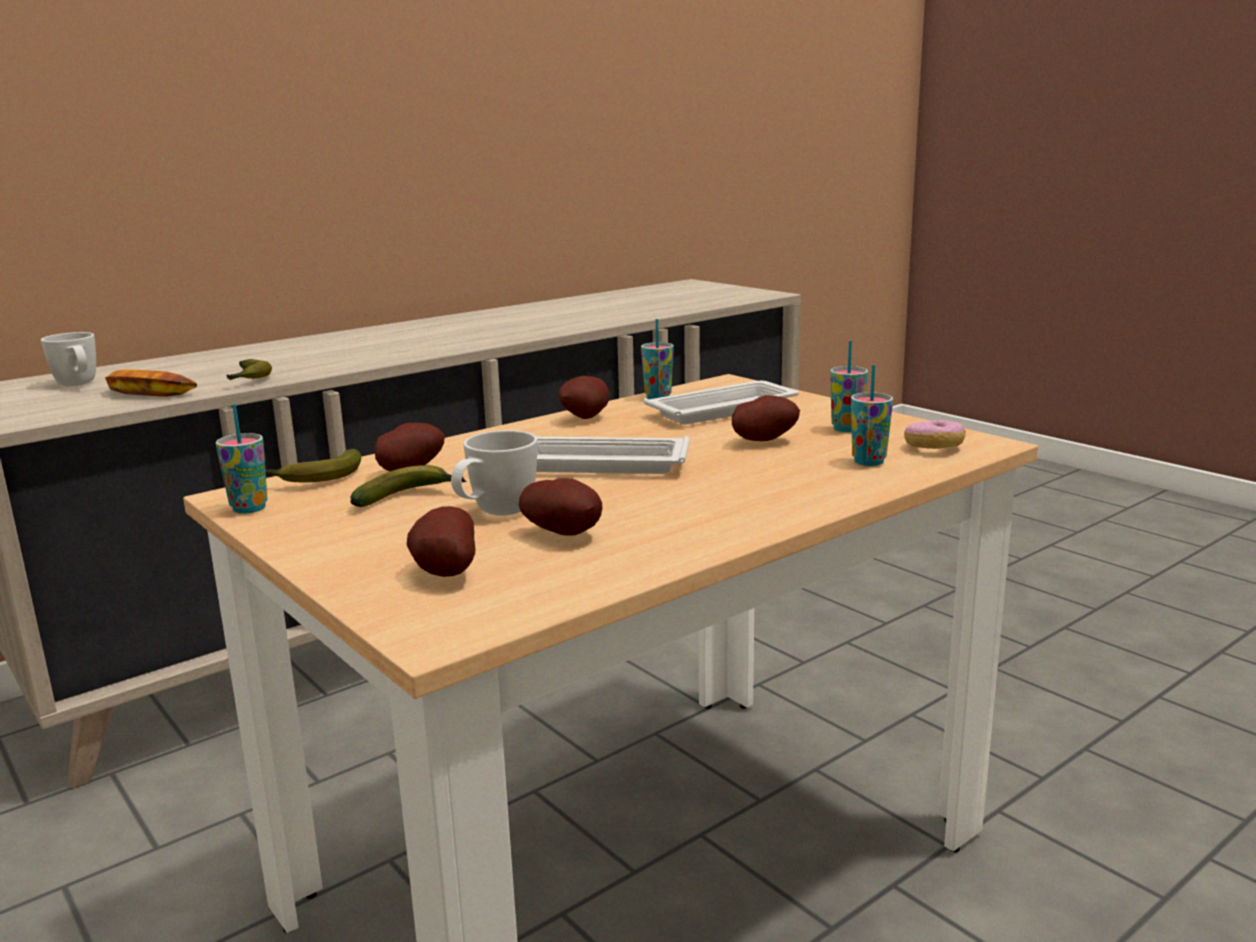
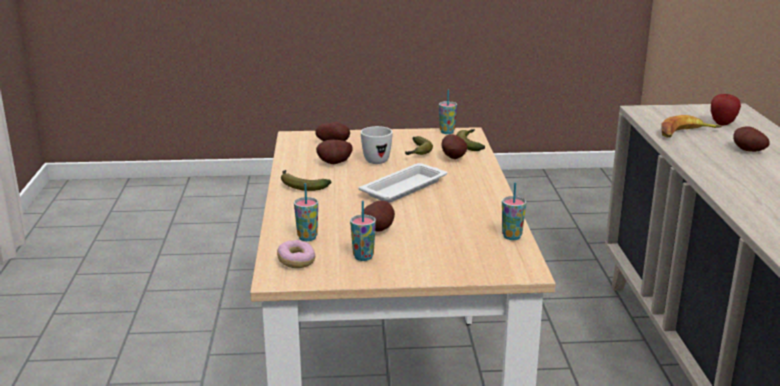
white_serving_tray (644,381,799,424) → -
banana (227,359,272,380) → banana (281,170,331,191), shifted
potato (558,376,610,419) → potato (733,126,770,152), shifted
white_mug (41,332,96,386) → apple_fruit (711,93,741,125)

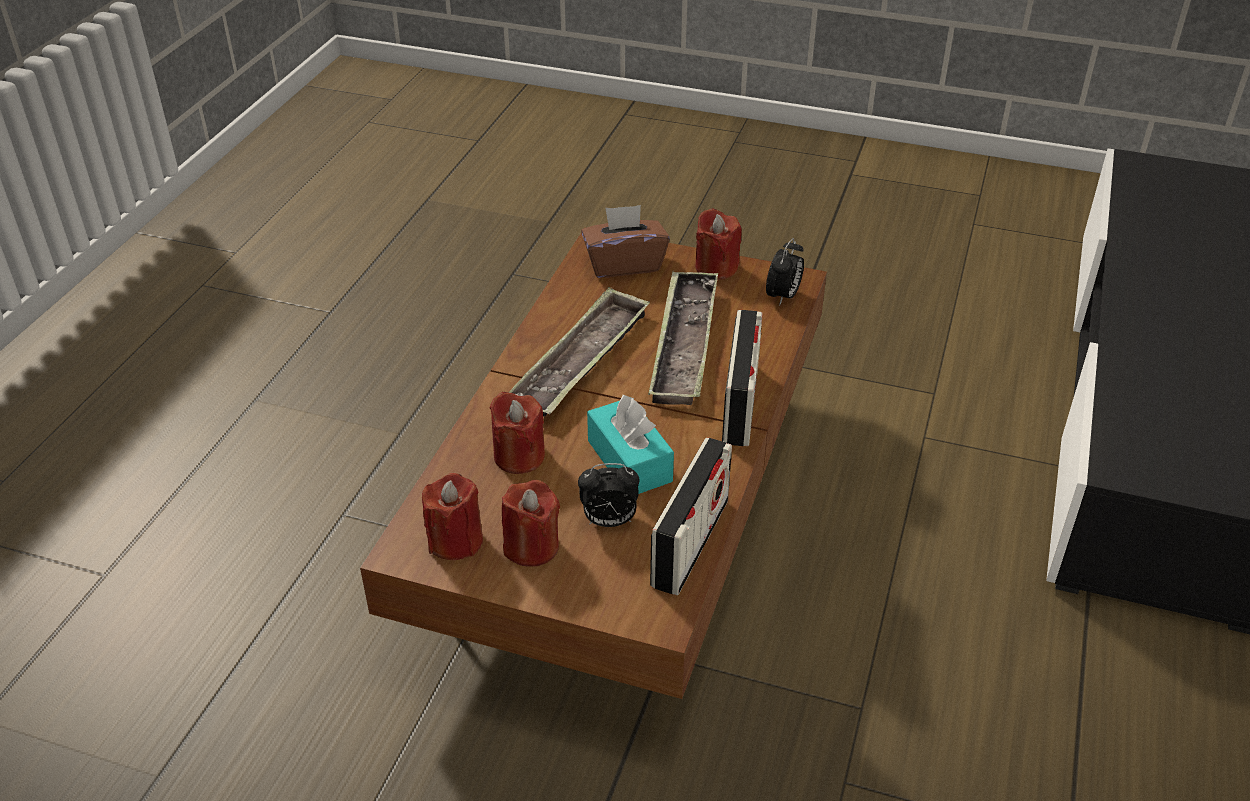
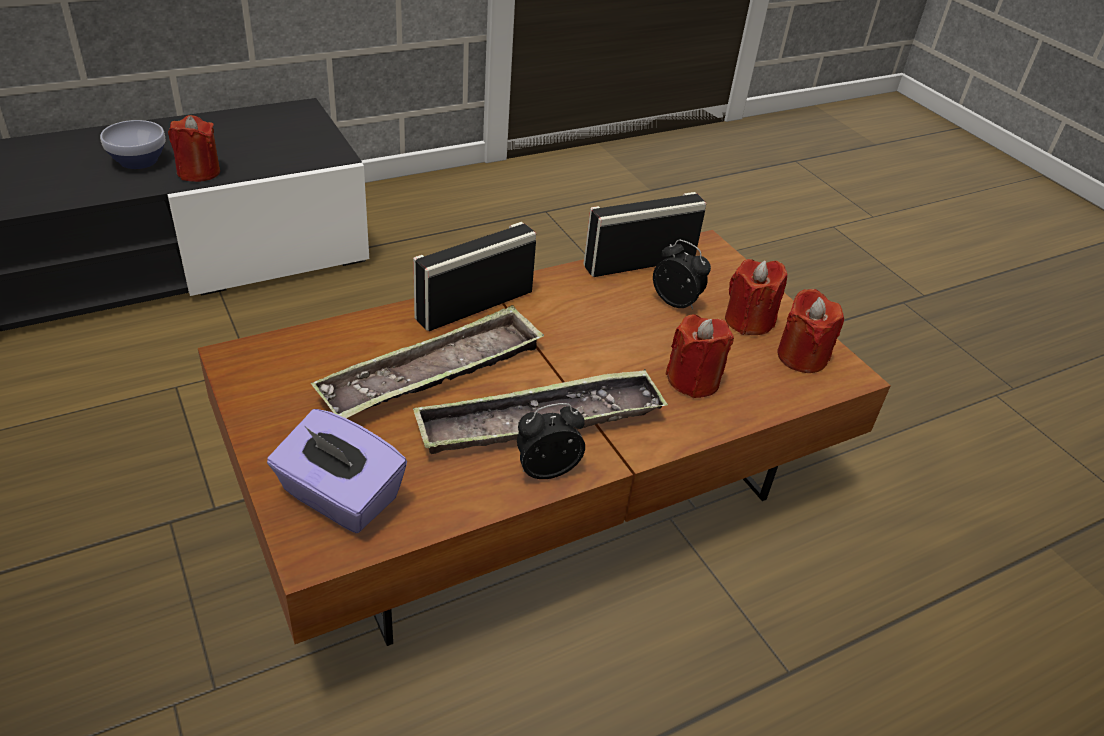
blue-green_box_of_tissues (587,395,674,494) → -
- → deep_dish (100,120,166,169)
red-coloured_wax_light (695,209,742,280) → red-coloured_wax_light (168,115,220,182), shifted
bedside_clock (766,238,804,306) → bedside_clock (517,403,585,479), shifted
brown_box_of_tissues (581,205,670,278) → purplish_box_of_tissues (267,409,407,533)

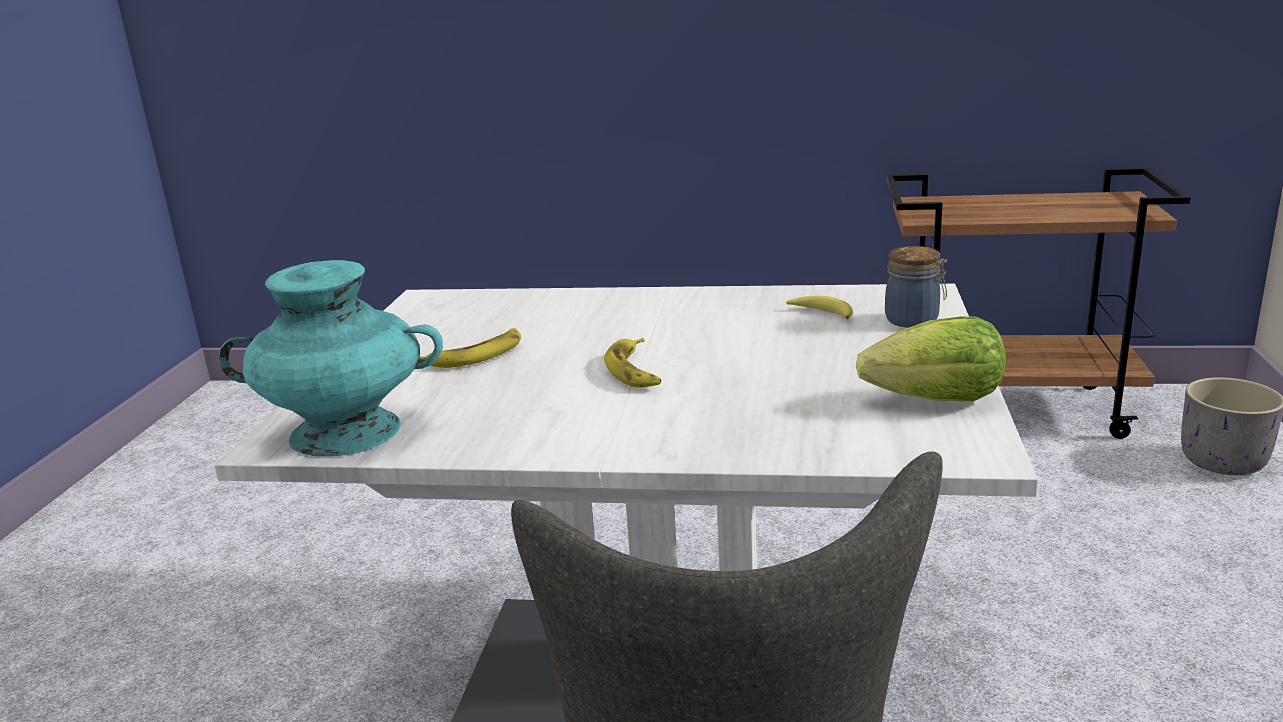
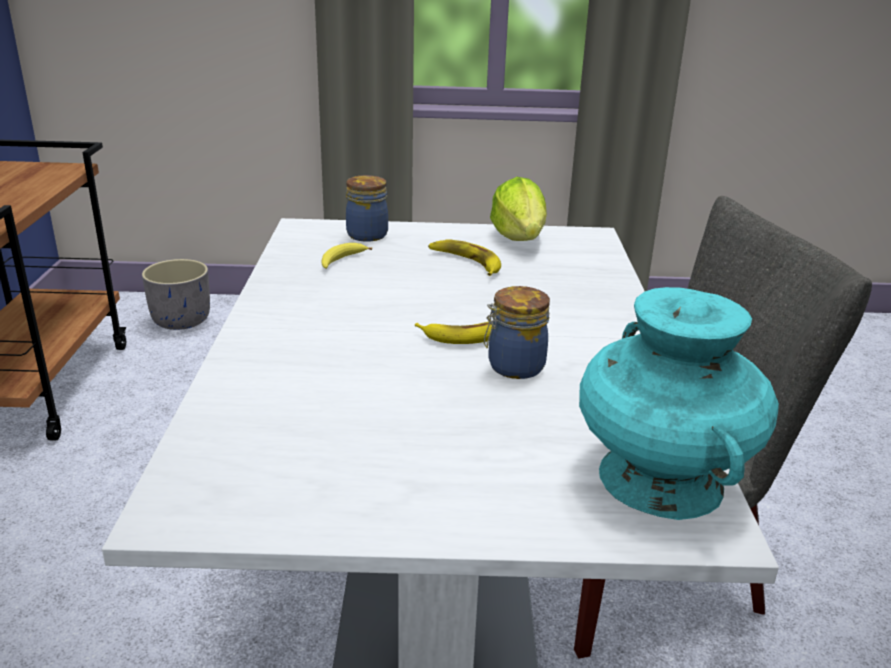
- → storage_jar (484,286,550,379)
banana (419,328,521,368) → banana (428,239,501,276), shifted

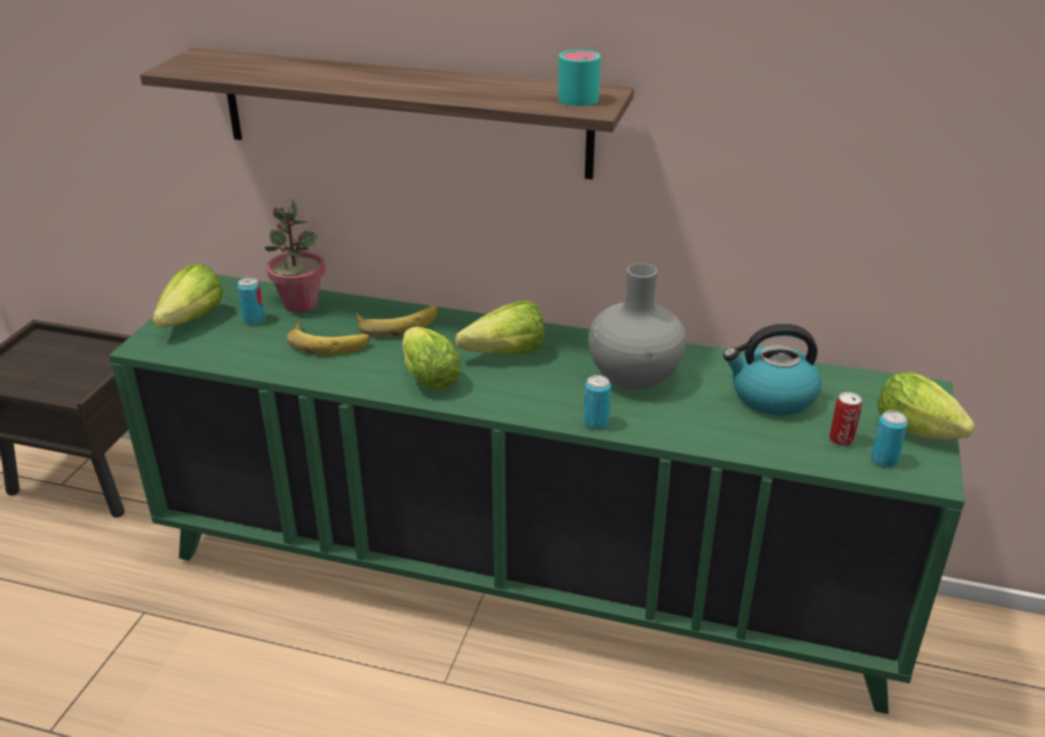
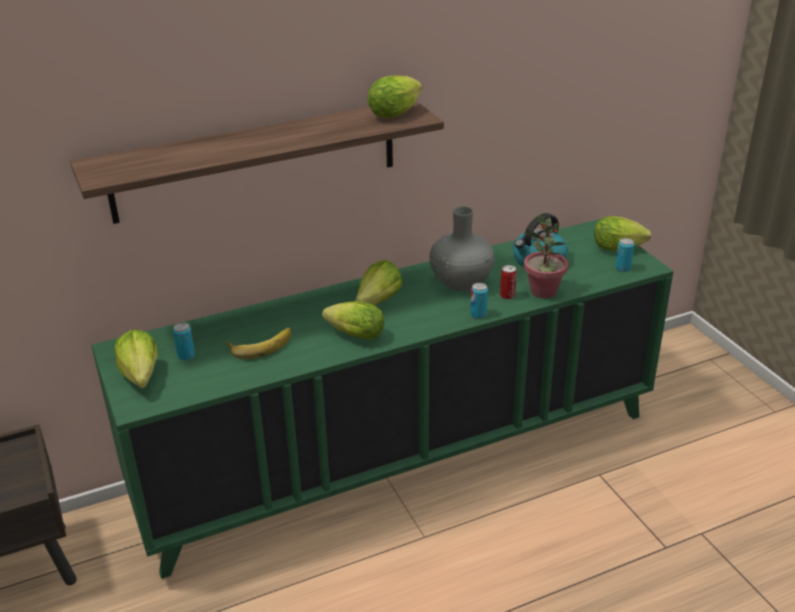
banana (356,305,438,338) → -
plant_in_a_pot (264,199,325,313) → plant_in_a_pot (524,215,568,299), shifted
can (829,392,862,446) → can (500,265,517,300), shifted
blue-green_mug (558,50,601,106) → head_of_lettuce (367,75,422,118)

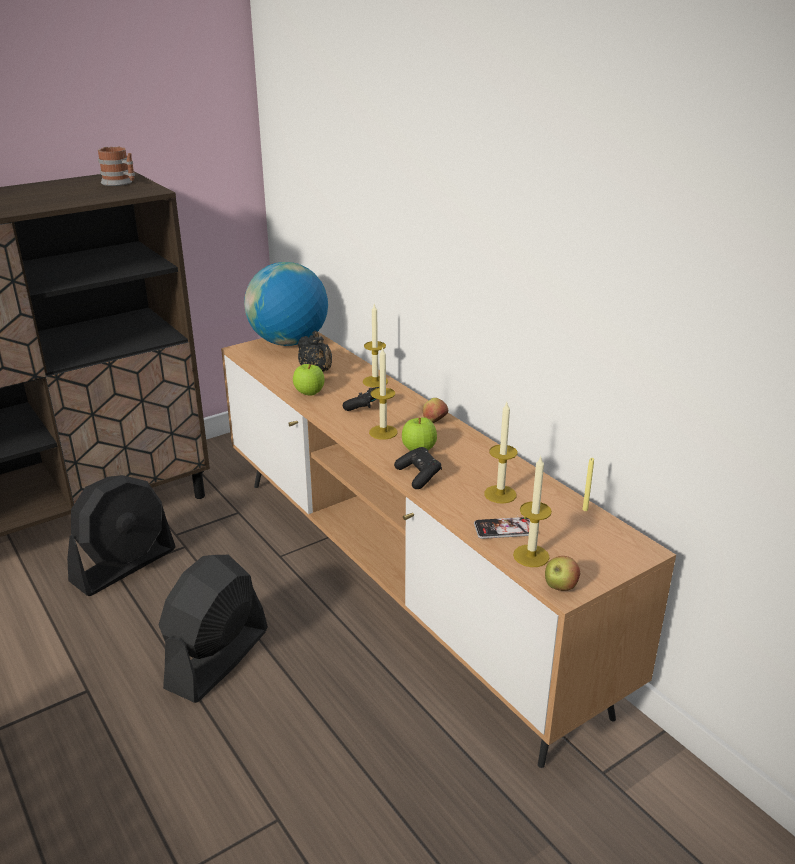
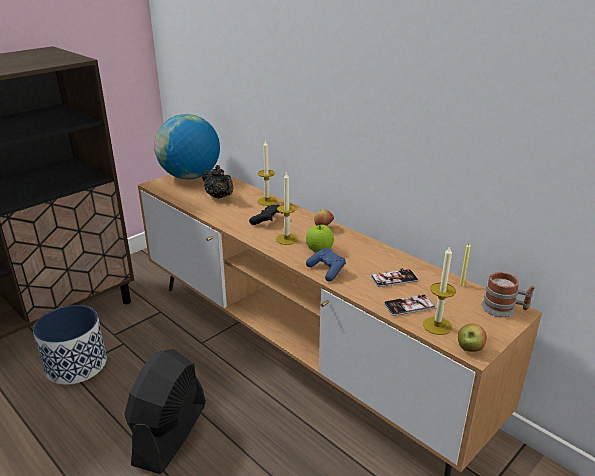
apple_fruit (293,364,325,396) → -
mug (98,146,135,186) → mug (482,272,535,317), shifted
black-coloured_fan (67,475,176,596) → flower_pot (33,305,107,385)
wax_light (484,402,517,504) → telephone (371,268,418,287)
black-coloured_game_controller (394,447,442,489) → bluish_game_controller (306,248,346,282)

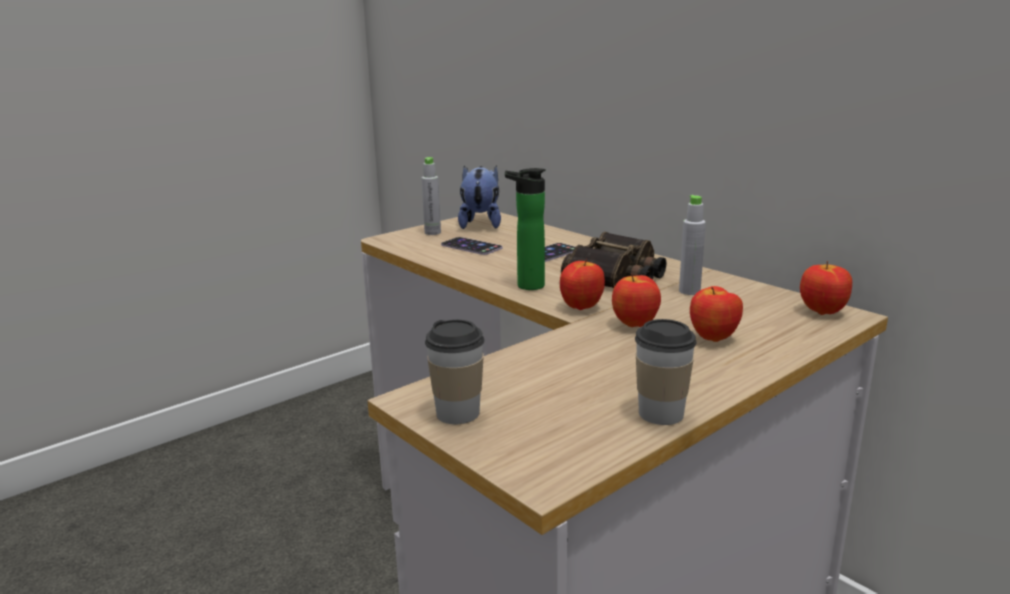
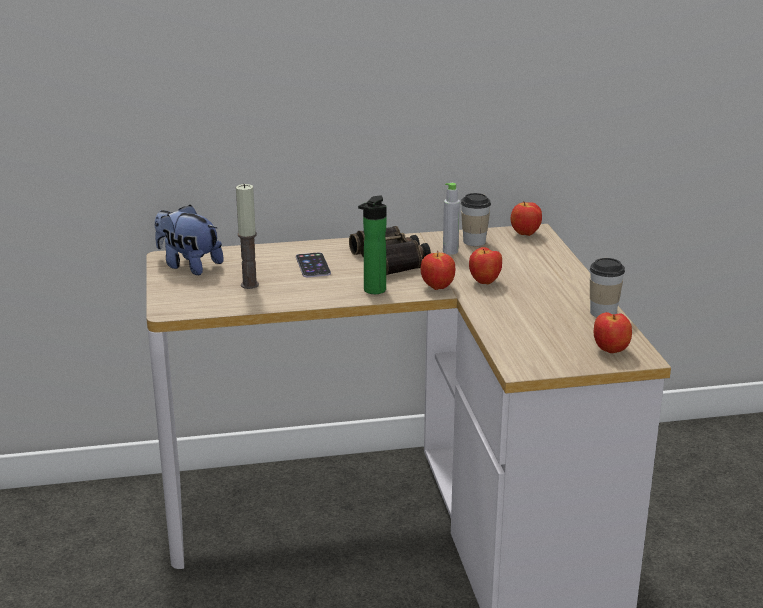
greyish_beverage_bottle (421,157,441,235) → -
cup (425,320,485,424) → cup (461,193,491,246), shifted
apple_fruit (690,286,743,342) → apple_fruit (594,312,632,353), shifted
telephone (441,237,503,255) → wax_light (236,184,259,289)

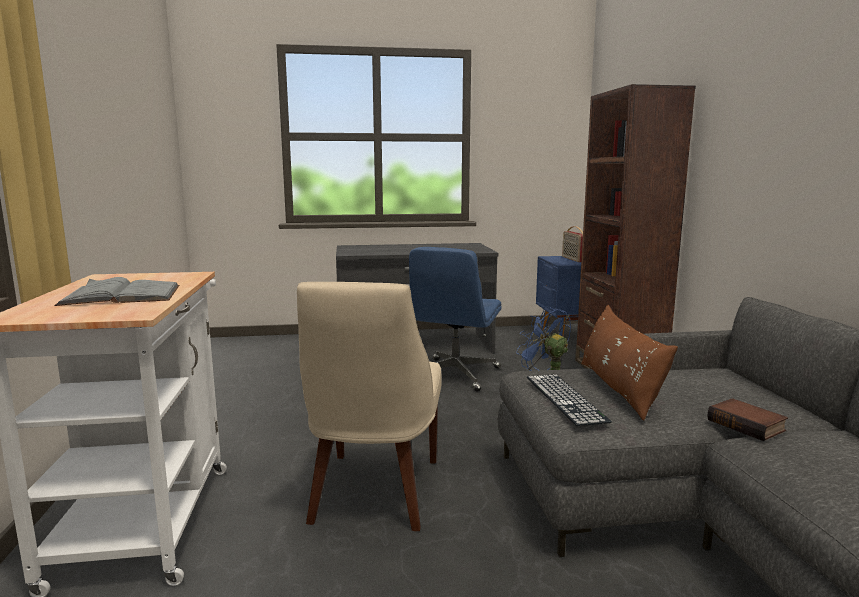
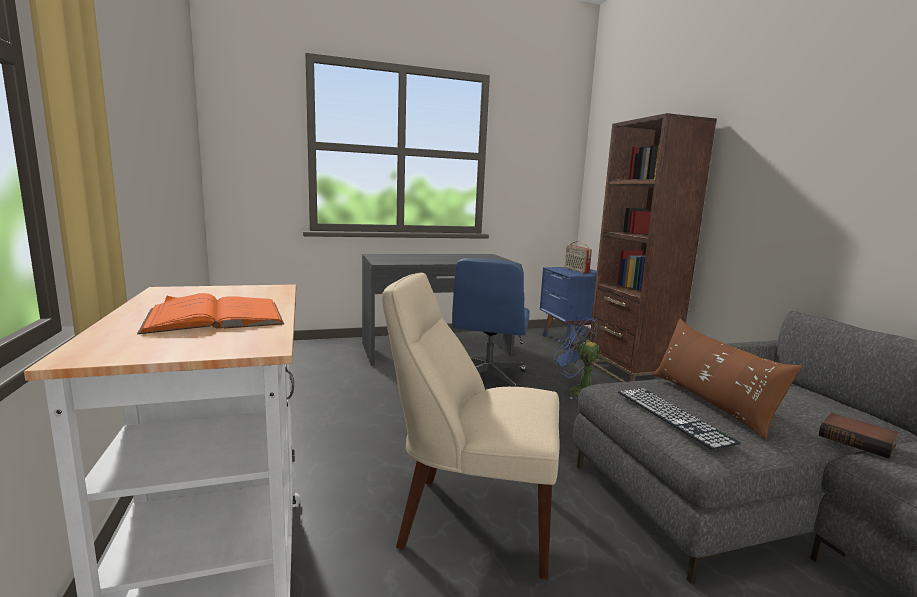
greyish_bound_book (54,277,179,306) → orange-coloured_bound_book (137,293,284,334)
beige_chair (297,282,442,531) → beige_chair (382,272,559,579), 105 degrees clockwise

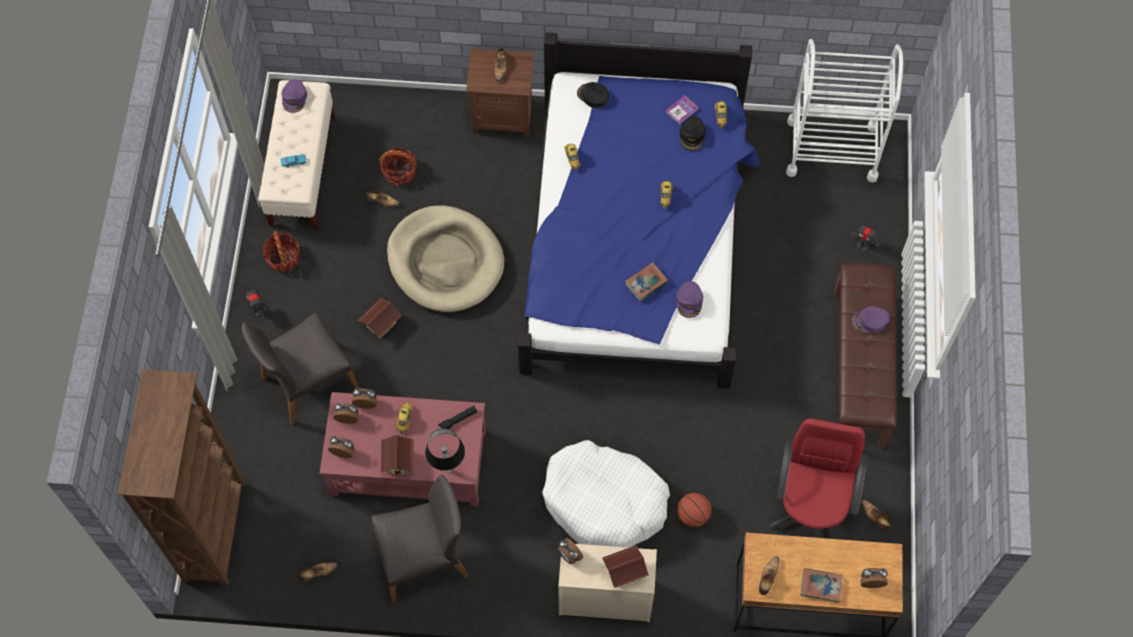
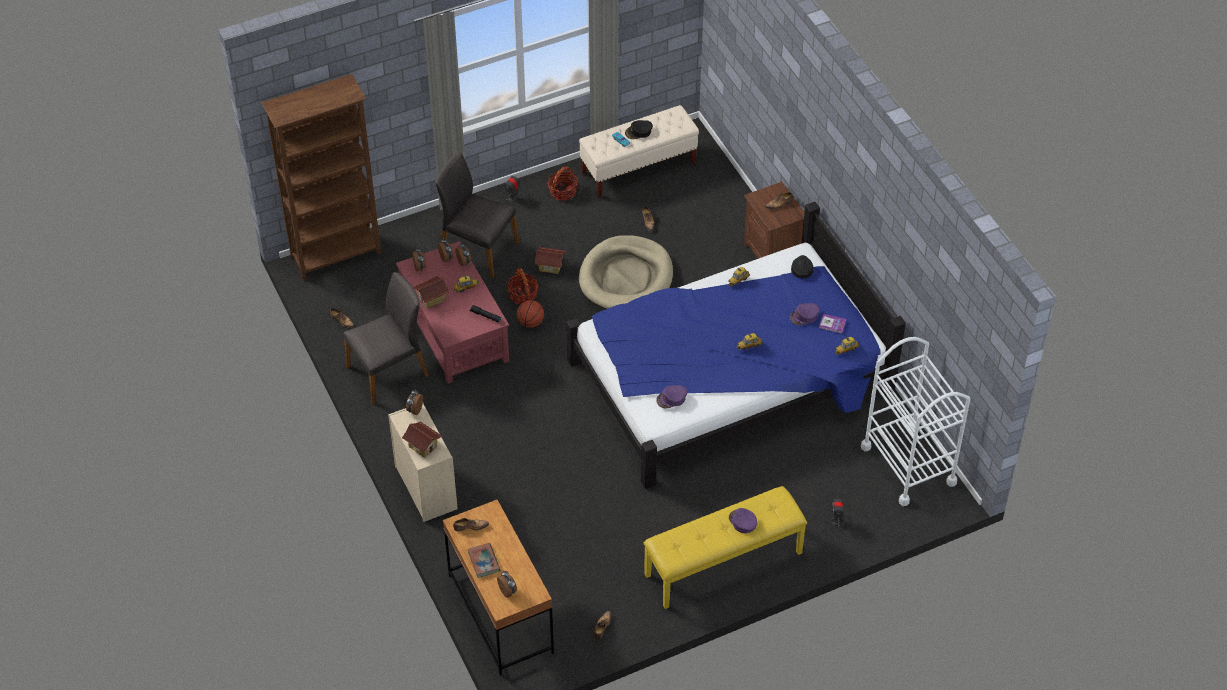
table_lamp (425,429,465,473) → -
white_dog_bed (542,440,670,548) → -
bound_book (625,262,668,302) → -
red-coloured_office_chair (770,418,868,538) → -
purplish_peaked_cap (281,79,307,113) → purplish_peaked_cap (790,303,820,325), shifted
household_basket (379,148,417,186) → household_basket (507,268,539,304), shifted
basketball_ball (677,493,712,527) → basketball_ball (517,300,544,328), shifted
black-coloured_peaked_cap (680,116,706,151) → black-coloured_peaked_cap (625,120,653,139), shifted
brown_indoor_bench (834,263,897,448) → yellow-coloured_indoor_bench (644,486,807,609)
greyish_chair (371,475,469,603) → greyish_chair (344,272,429,405), 75 degrees counterclockwise

